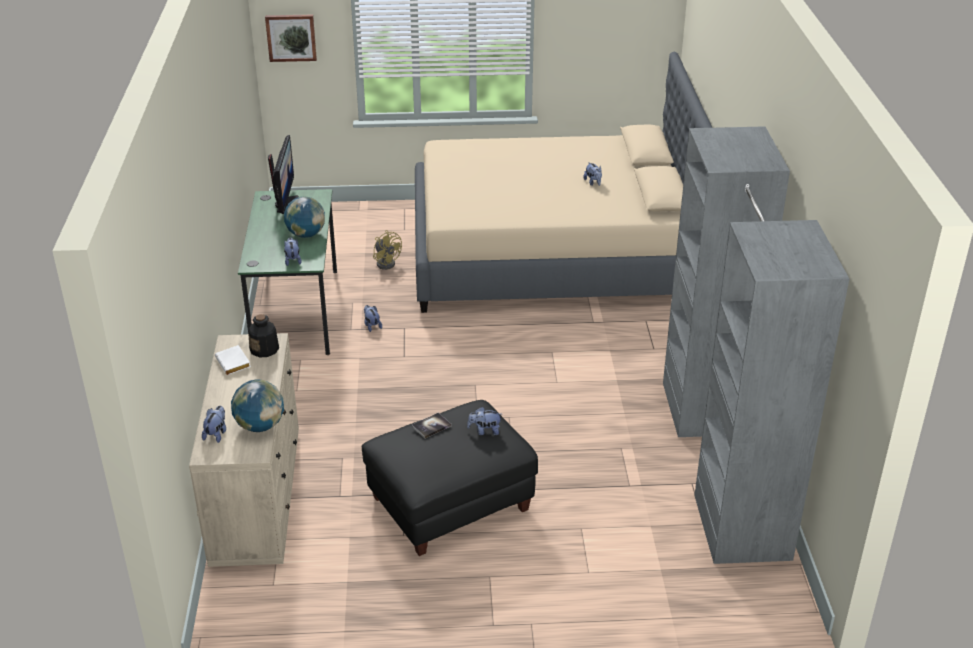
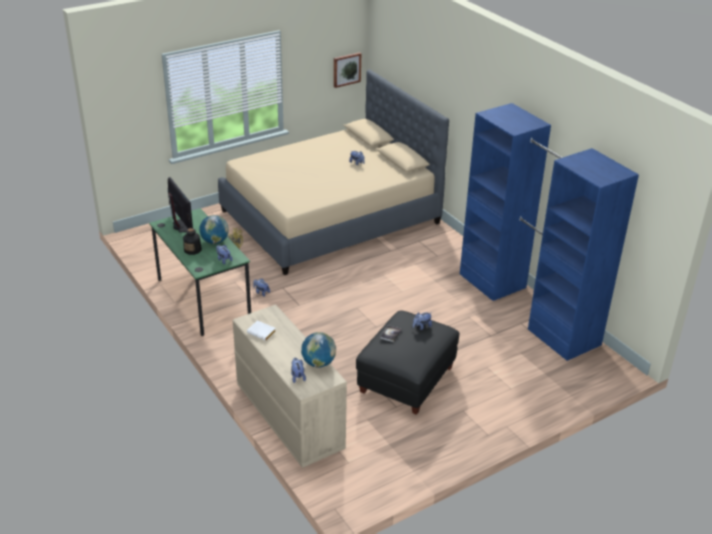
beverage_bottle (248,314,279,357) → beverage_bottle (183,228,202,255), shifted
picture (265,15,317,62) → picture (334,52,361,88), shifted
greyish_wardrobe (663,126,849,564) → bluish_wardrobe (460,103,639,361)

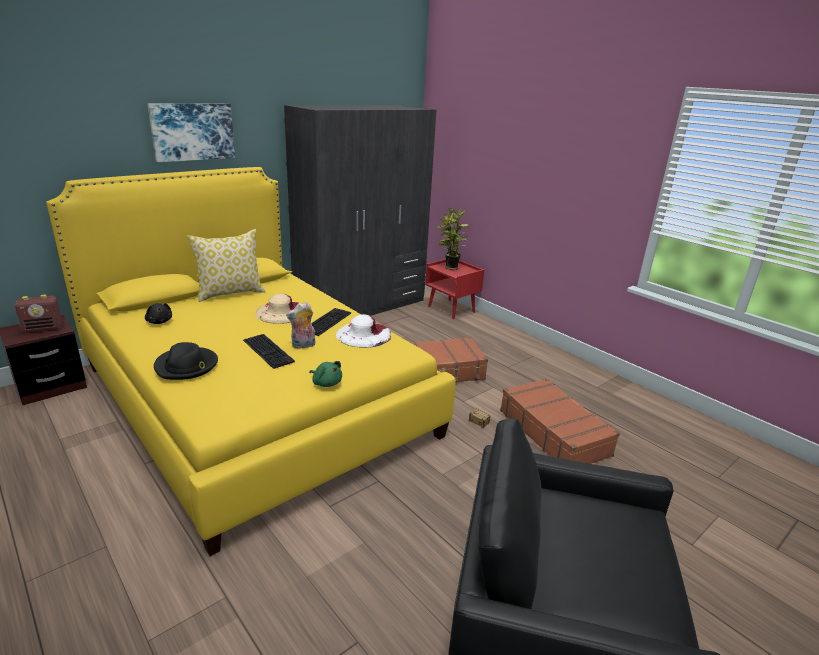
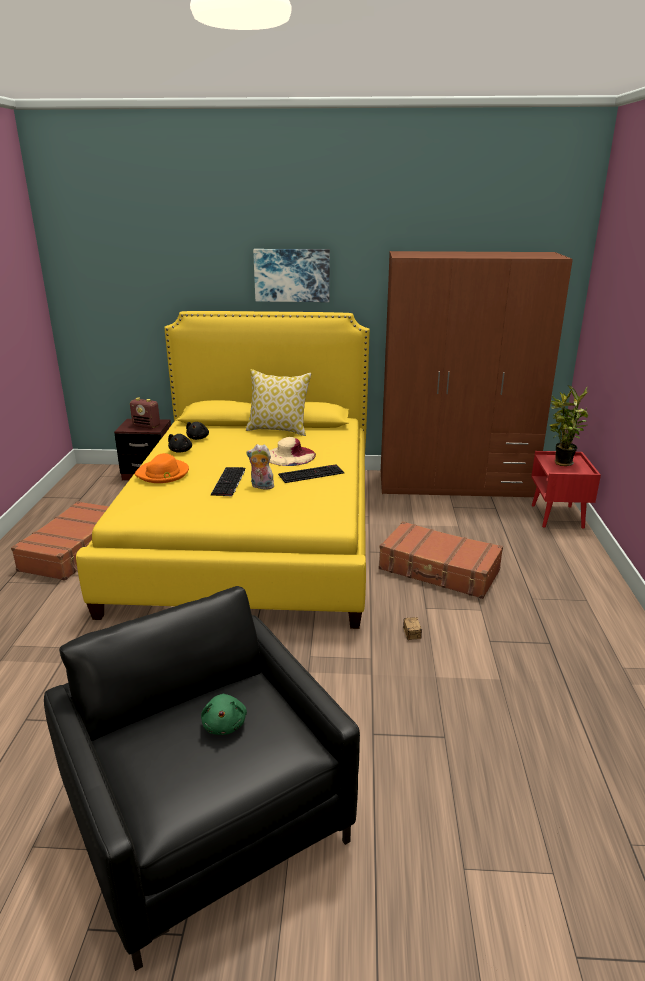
white_wearable_hat (336,314,391,348) → -
- → black-coloured_soft_toy (168,434,192,453)
greenish_soft_toy (309,361,342,387) → greenish_soft_toy (201,693,247,735), shifted
brown_travel_case (500,378,620,464) → brown_travel_case (11,501,109,581), shifted
black-coloured_wearable_hat (154,342,218,380) → orange-coloured_wearable_hat (135,453,189,483)
greyish_wardrobe (284,105,436,316) → brown_wardrobe (381,251,573,497)

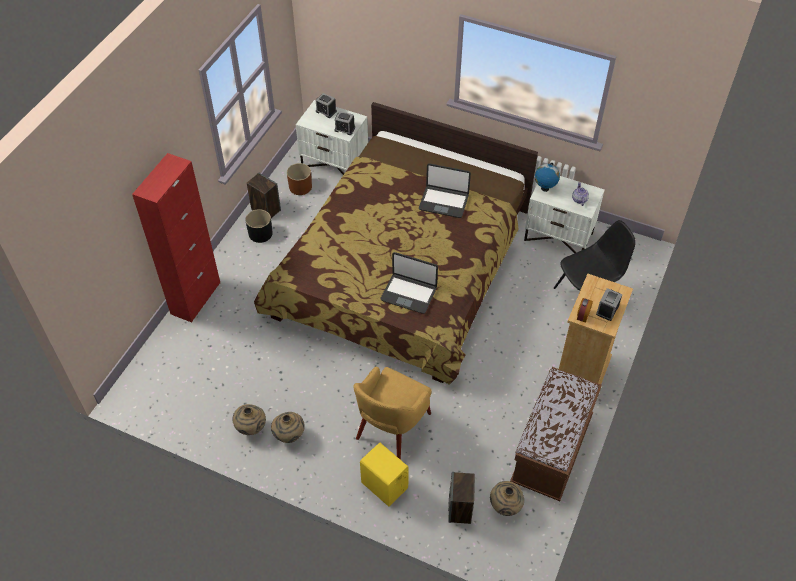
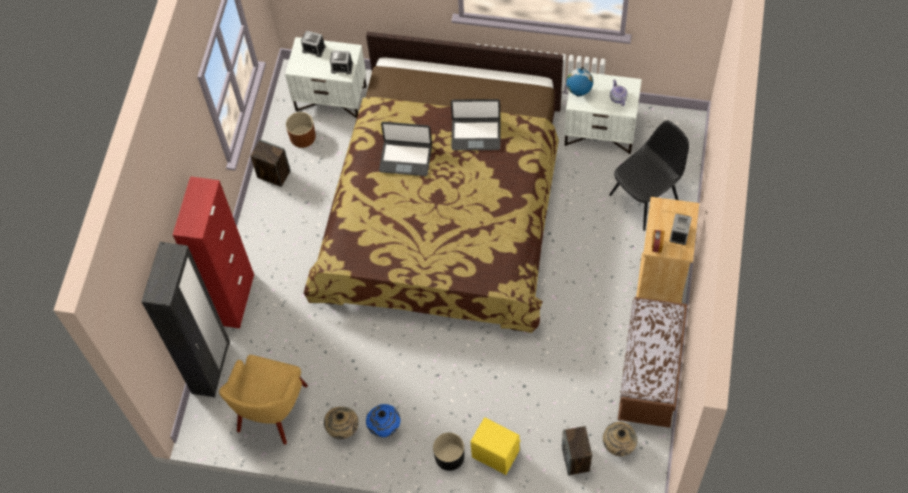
- → black-coloured_wardrobe (141,242,230,397)
black-coloured_flower_pot (245,209,273,243) → black-coloured_flower_pot (433,432,464,471), shifted
yellow-coloured_easy_chair (353,366,431,460) → yellow-coloured_easy_chair (219,355,308,445), shifted
laptop (380,252,438,314) → laptop (379,122,432,176), shifted
beige_flower_vase (271,412,305,443) → bluish_flower_vase (366,404,401,437)

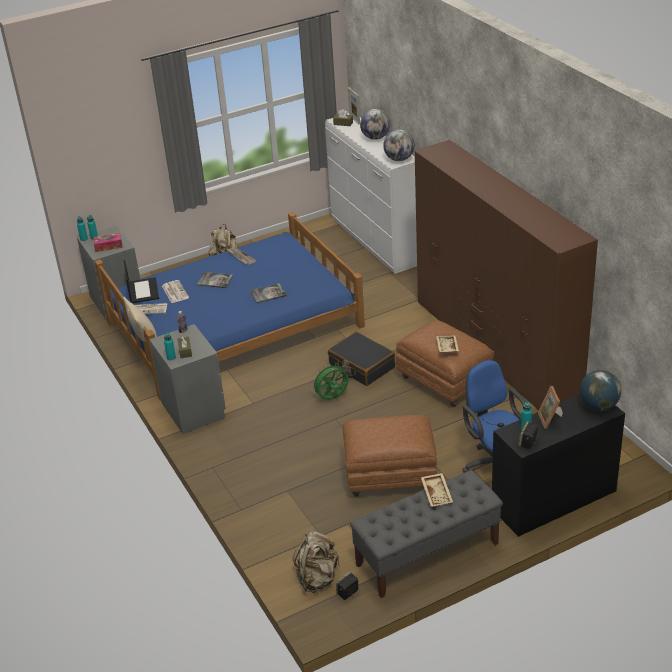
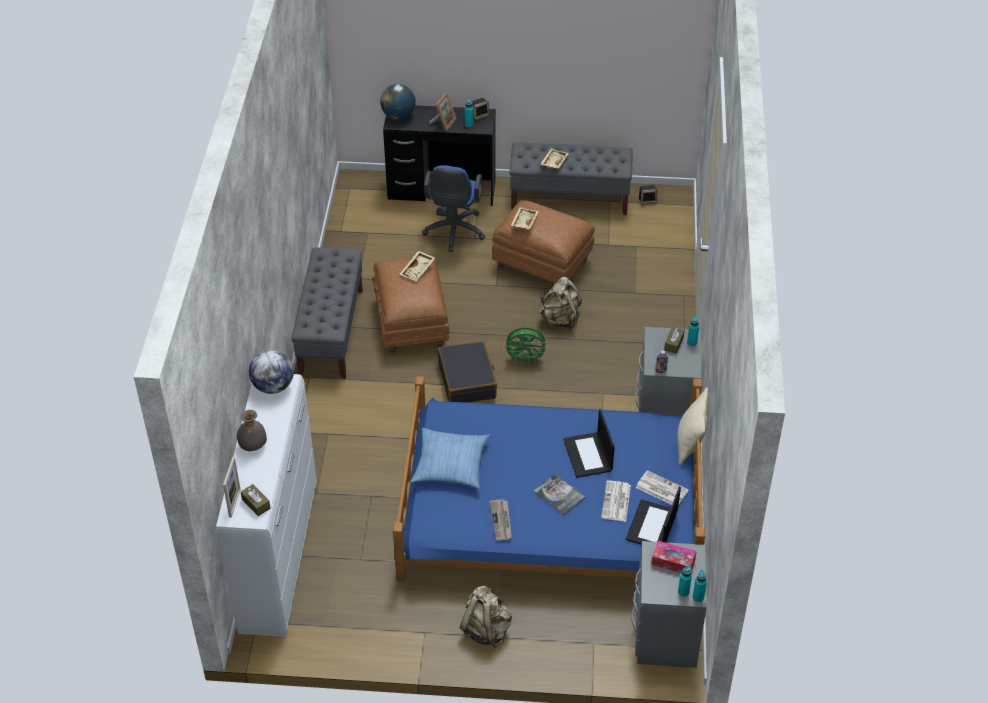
bound_book (250,283,287,303) → -
- → cushion (411,428,490,489)
- → beige_serving_tray (511,207,539,229)
- → laptop (563,409,615,478)
beige_rucksack (293,531,339,593) → beige_rucksack (538,277,582,329), shifted
desk_globe (360,109,390,140) → greyish_flower_vase (237,410,267,451)
brown_wardrobe (415,140,598,410) → greyish_indoor_bench (291,247,363,379)

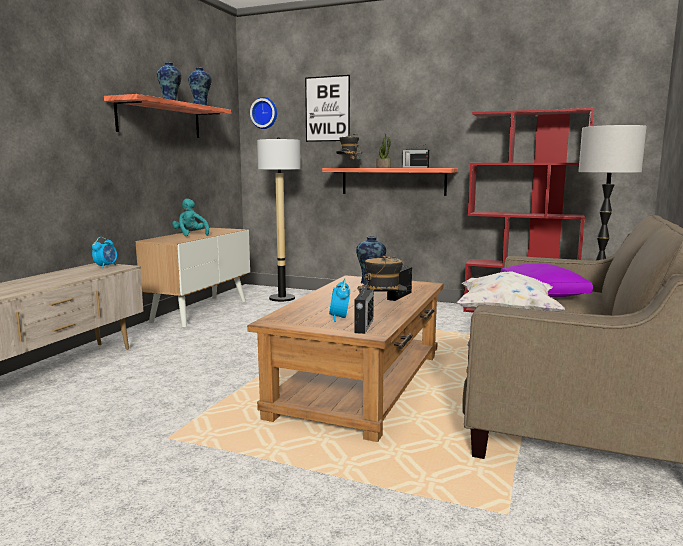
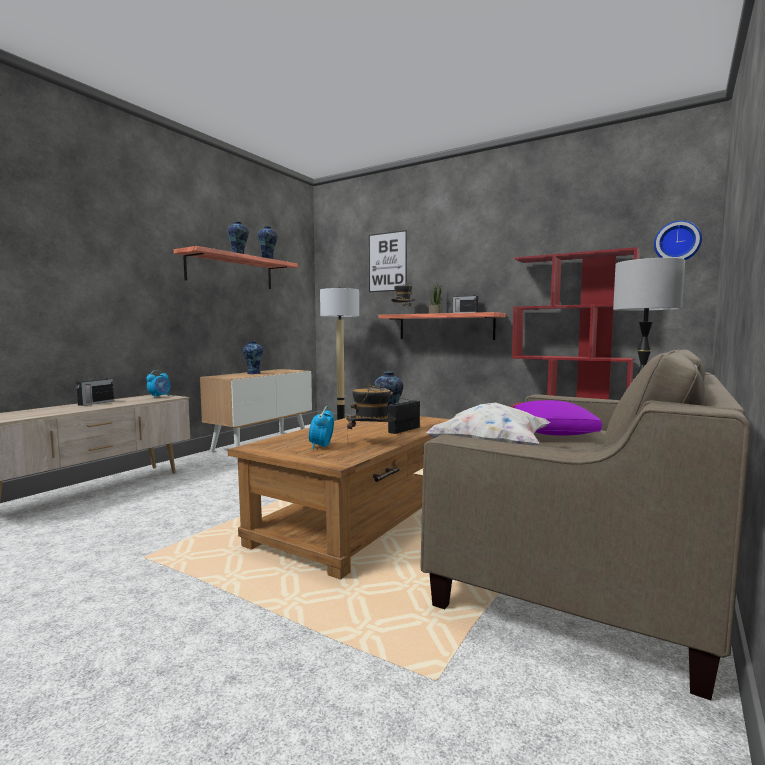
wall_clock (250,97,277,129) → wall_clock (654,220,702,260), shifted
radio (354,282,374,334) → radio (76,373,114,406), shifted
blue-green_soft_toy (172,198,209,236) → flower_vase (243,341,263,374)

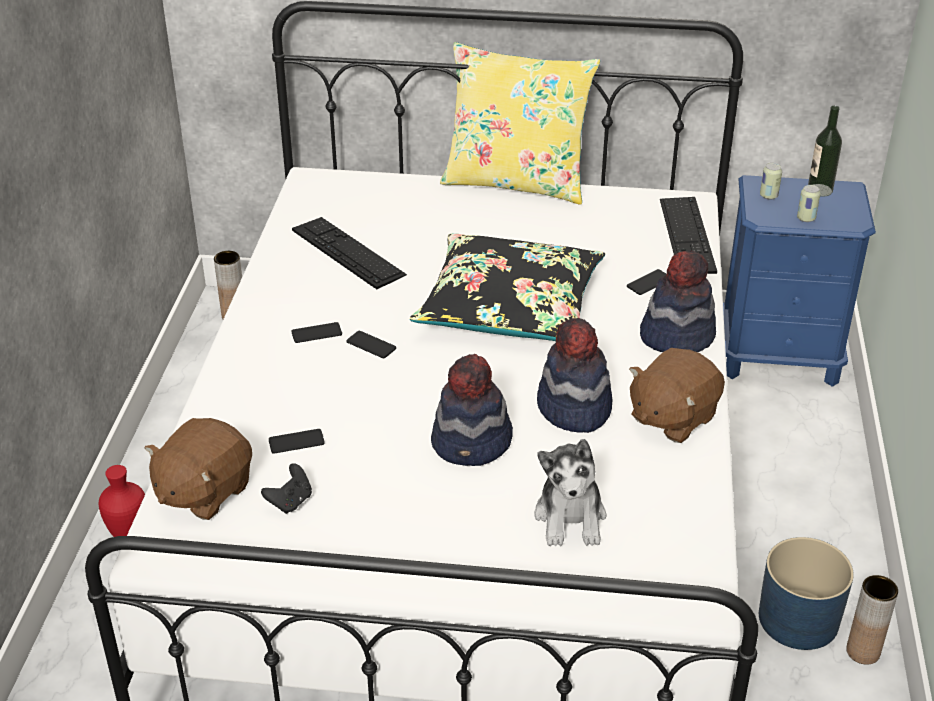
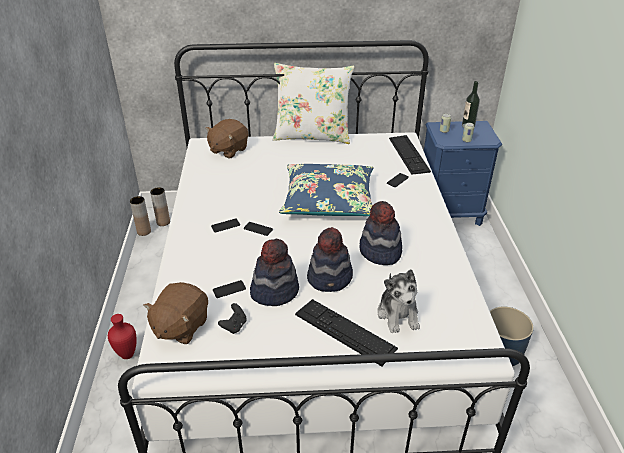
computer_keyboard (292,217,407,289) → computer_keyboard (295,299,398,367), shifted
brown_soft_toy (629,348,725,443) → brown_soft_toy (205,119,248,158), shifted
wearable_hat (640,251,716,352) → wearable_hat (250,238,299,306), shifted
brown_flower_vase (846,575,898,665) → brown_flower_vase (130,196,151,236), shifted
black-coloured_cushion (410,233,605,341) → bluish_cushion (279,164,374,216)
yellow-coloured_cushion (440,42,600,204) → white_cushion (272,63,354,144)

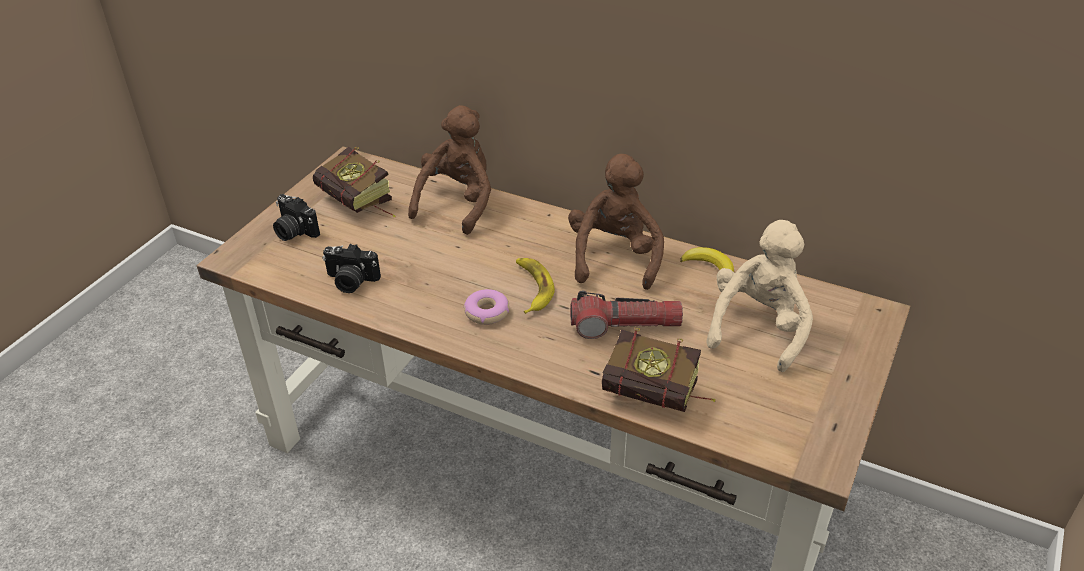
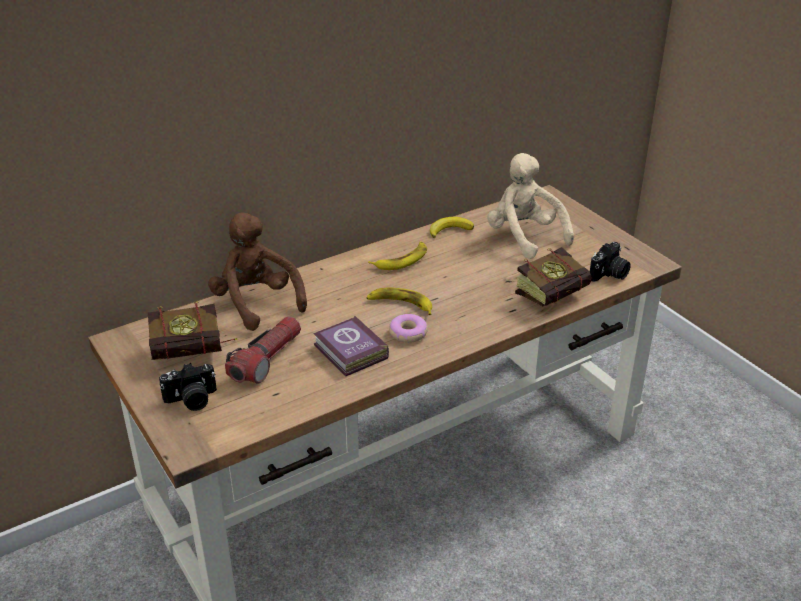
- → bound_book (313,316,389,376)
photo_camera (322,244,381,293) → photo_camera (590,242,631,282), shifted
torch (570,291,683,339) → torch (225,316,301,384), shifted
brown_soft_toy (568,154,664,290) → banana (368,241,427,270)

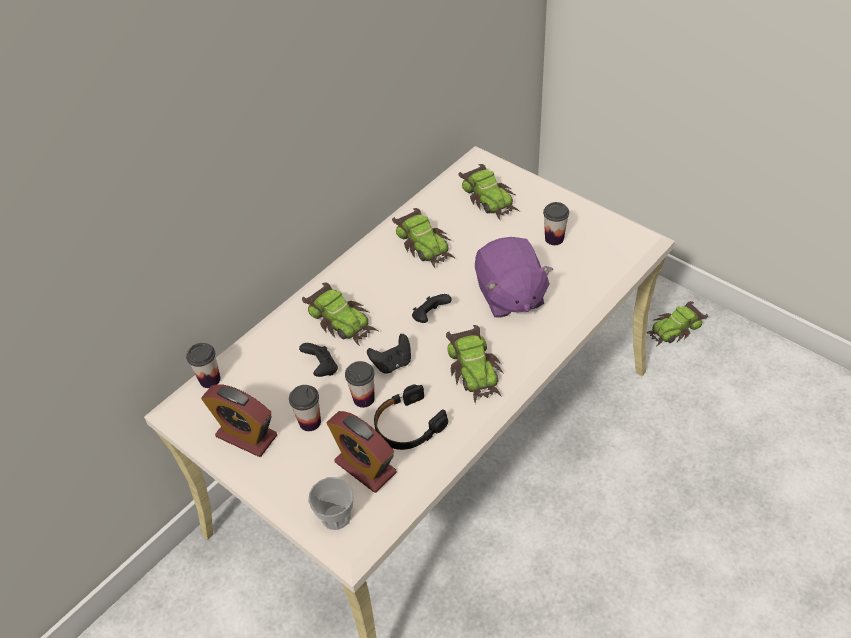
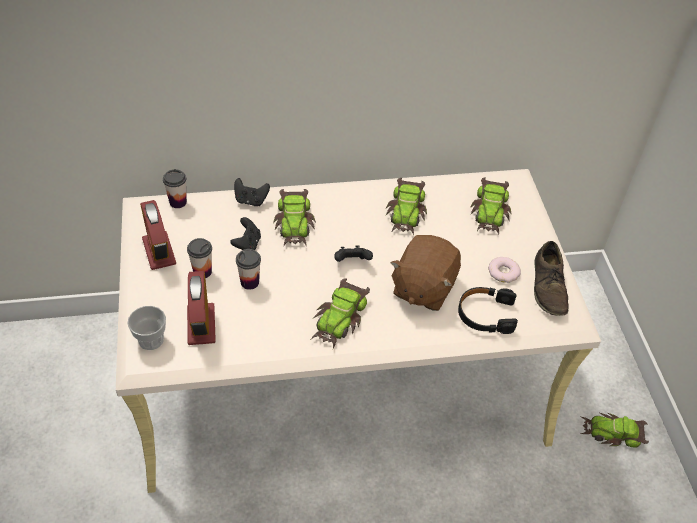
- → brown_item_of_footwear (534,241,569,316)
black-coloured_game_controller (367,334,411,373) → black-coloured_game_controller (234,178,270,206), shifted
black-coloured_headset (374,384,448,450) → black-coloured_headset (458,287,518,334), shifted
cup (543,202,569,245) → donut (488,257,521,283)
purplish_soft_toy (475,237,553,318) → brown_soft_toy (390,235,461,311)

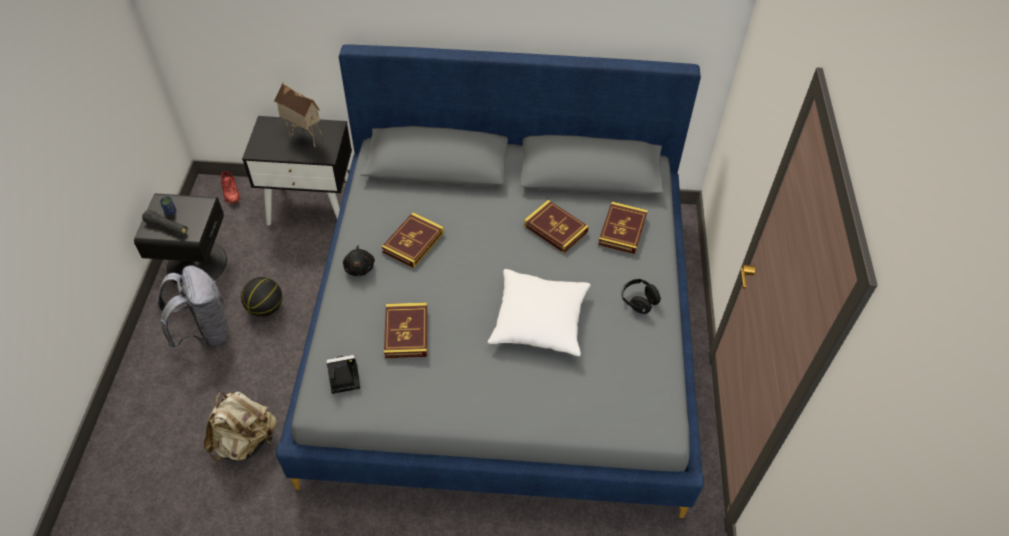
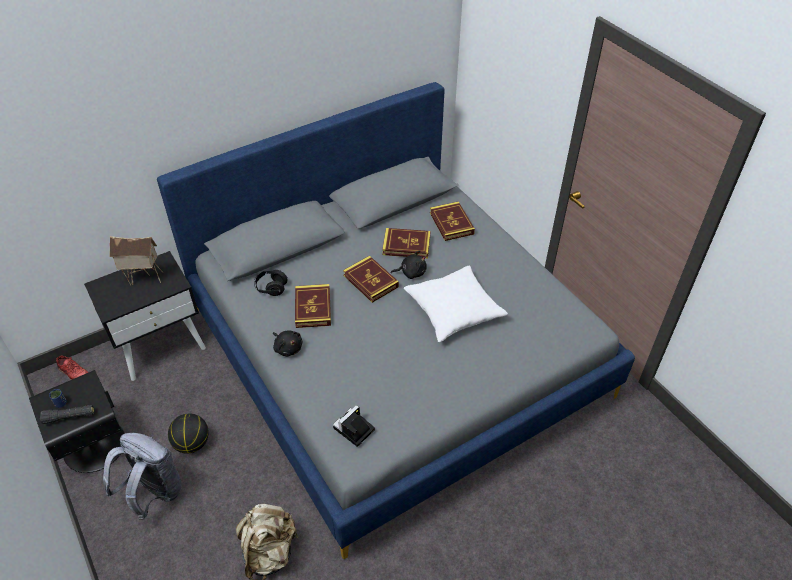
- → black-coloured_soft_toy (390,250,427,279)
bound_book (384,302,427,358) → bound_book (343,256,399,303), shifted
black-coloured_headset (621,279,661,314) → black-coloured_headset (254,270,287,296), shifted

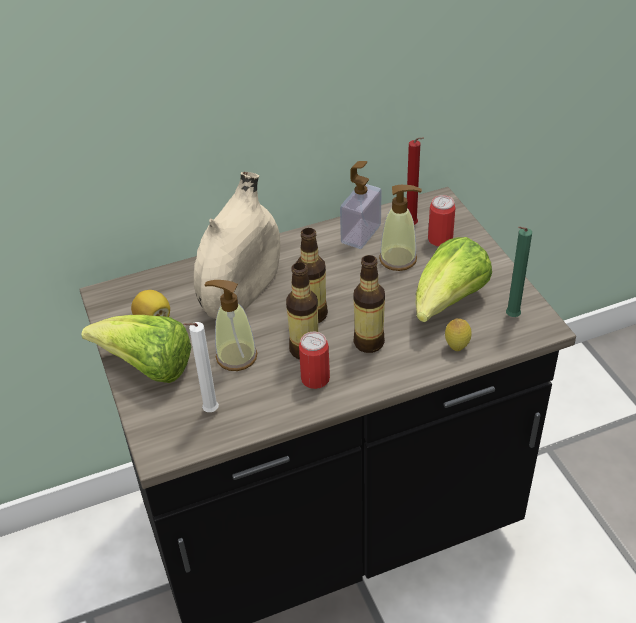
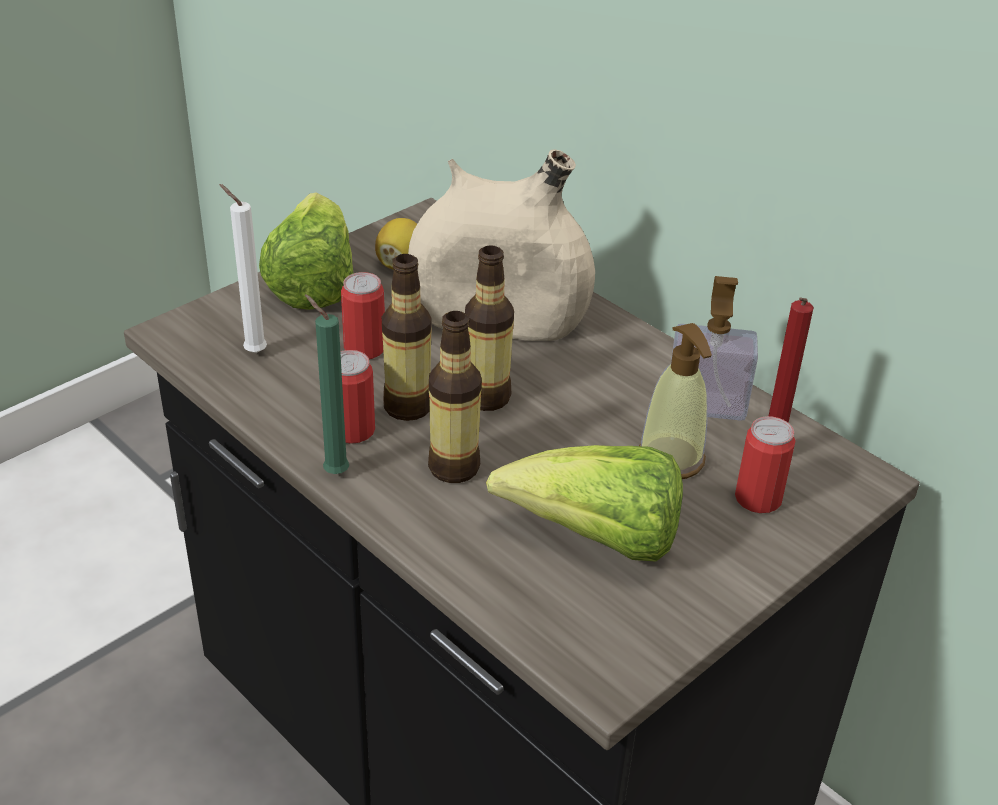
lemon (445,319,472,351) → -
greenish_wax_light (506,226,532,317) → greenish_wax_light (305,295,349,474), shifted
liquid_soap_bottle (205,280,257,371) → can (341,272,385,359)

